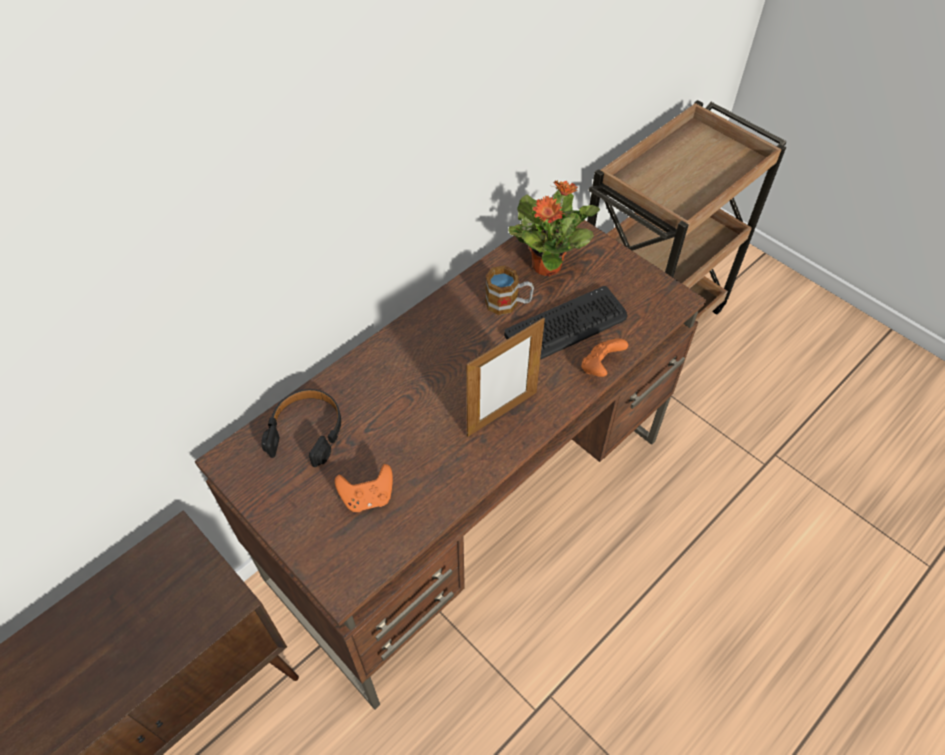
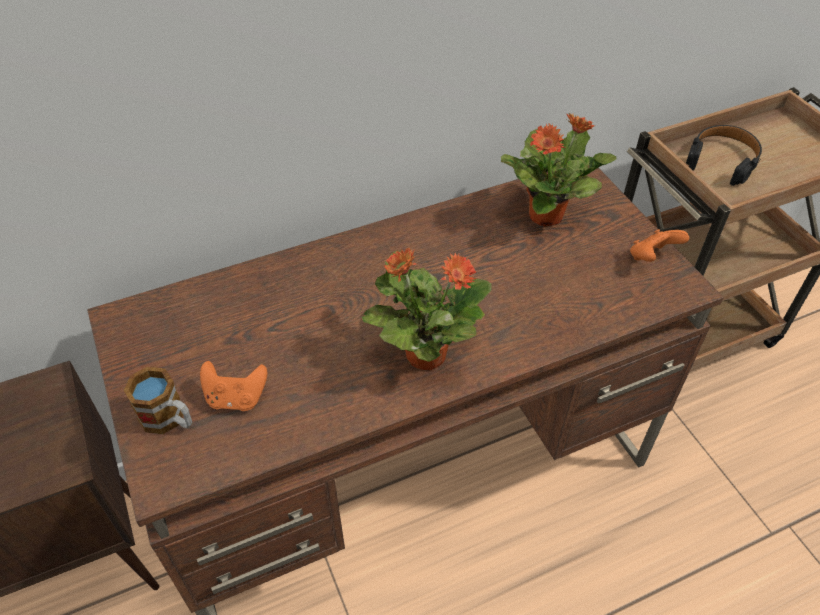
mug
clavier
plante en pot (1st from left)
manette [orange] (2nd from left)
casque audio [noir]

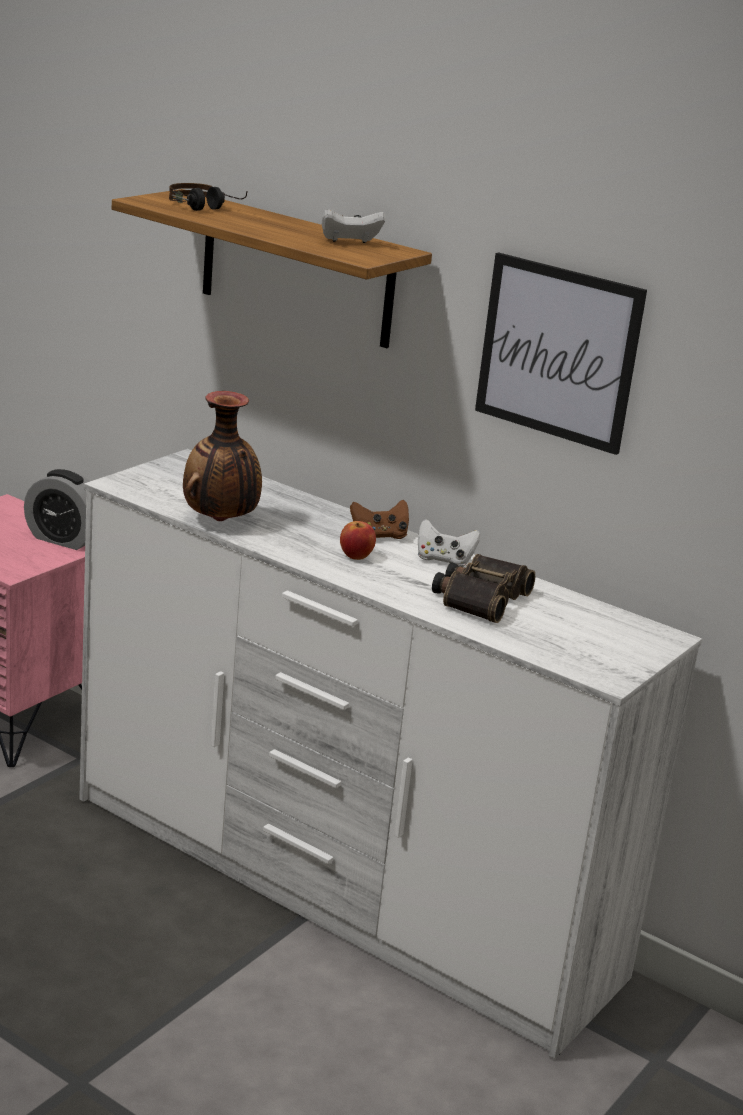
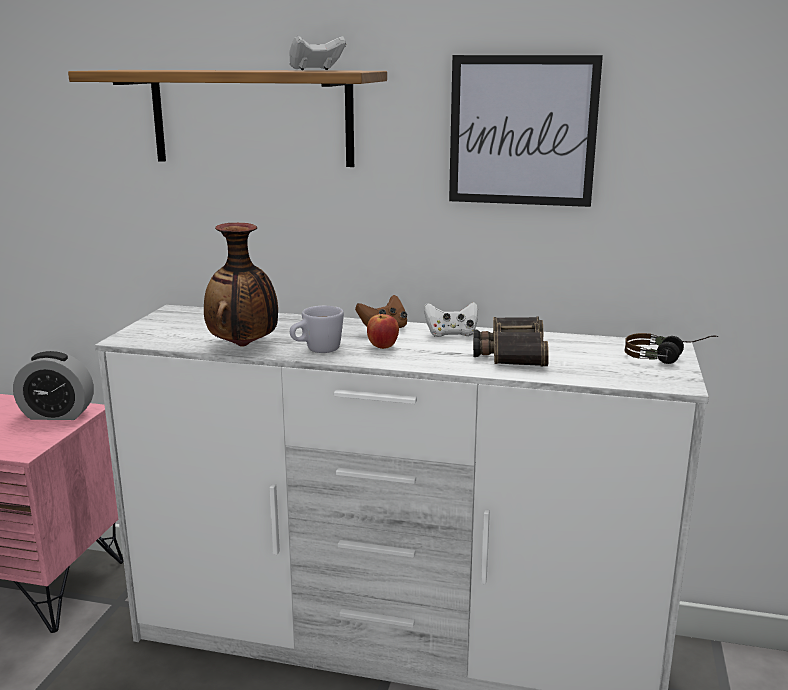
casque audio
mug [blanc]

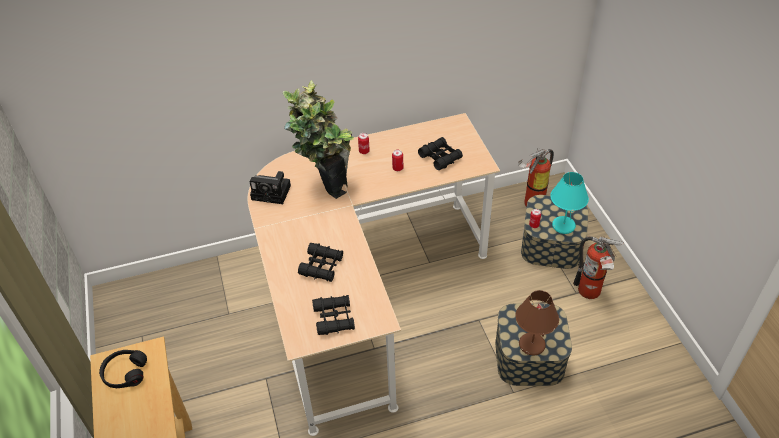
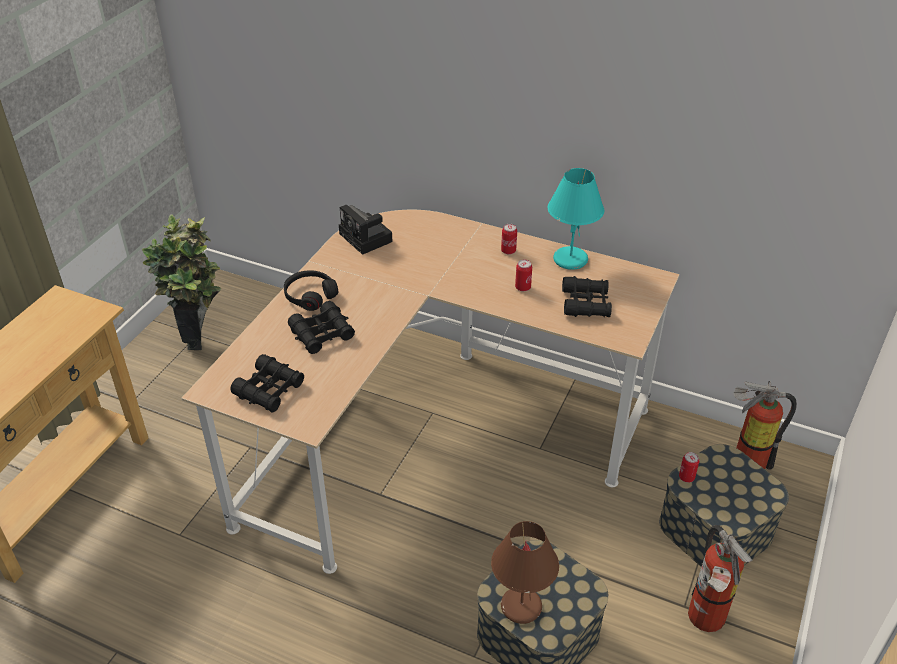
plante en pot
lampe de table [turquoise]
casque audio [noir]

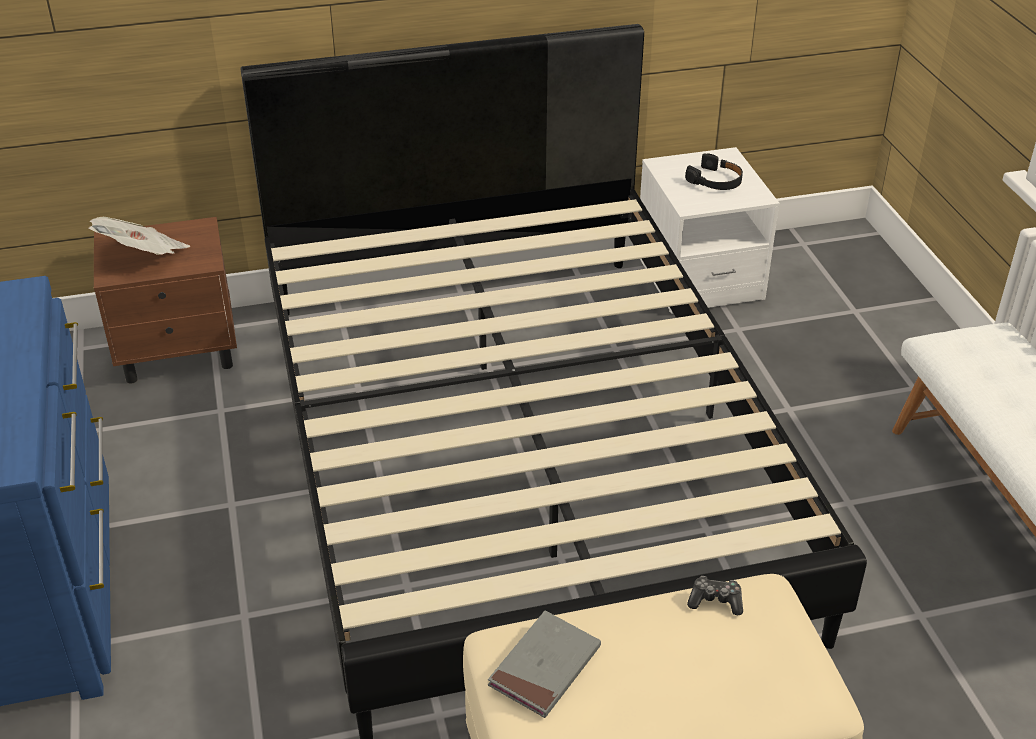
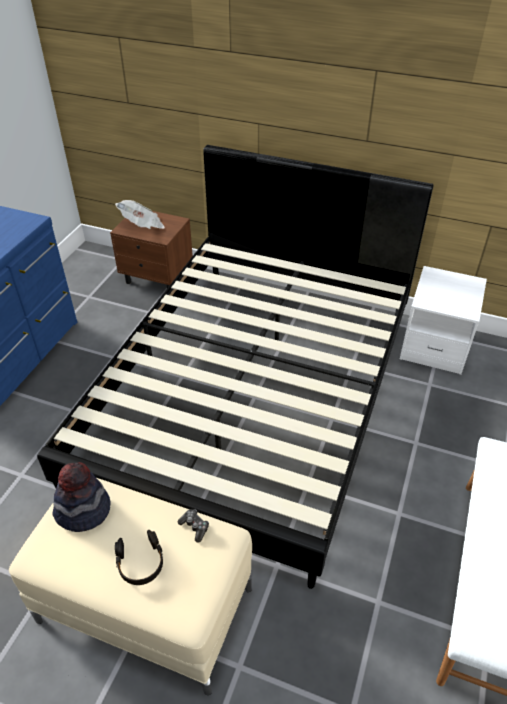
casque audio [noir]
chapeau

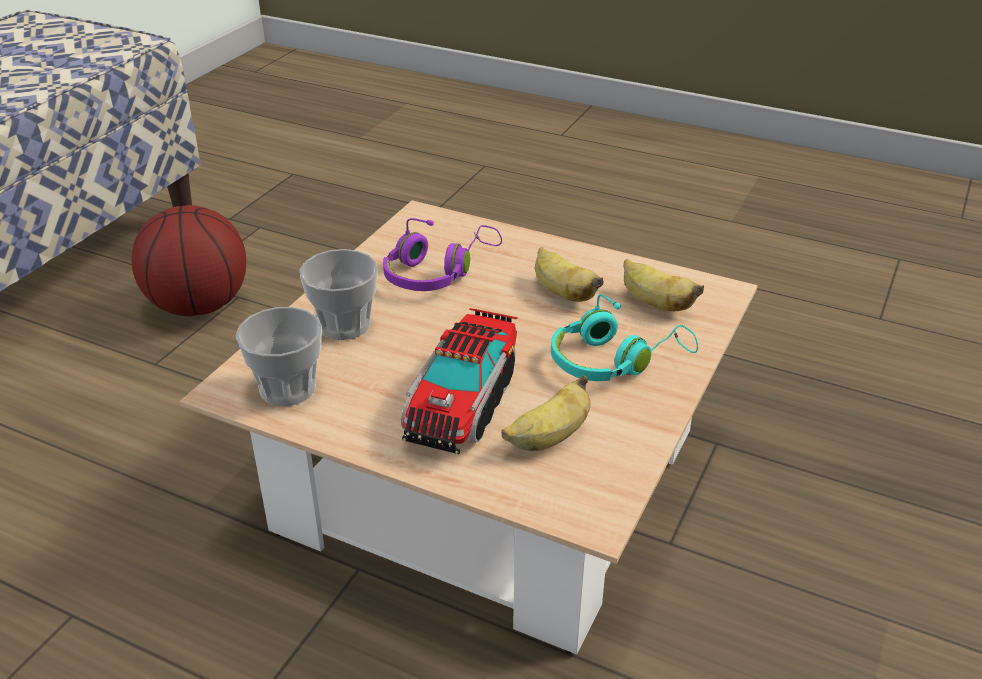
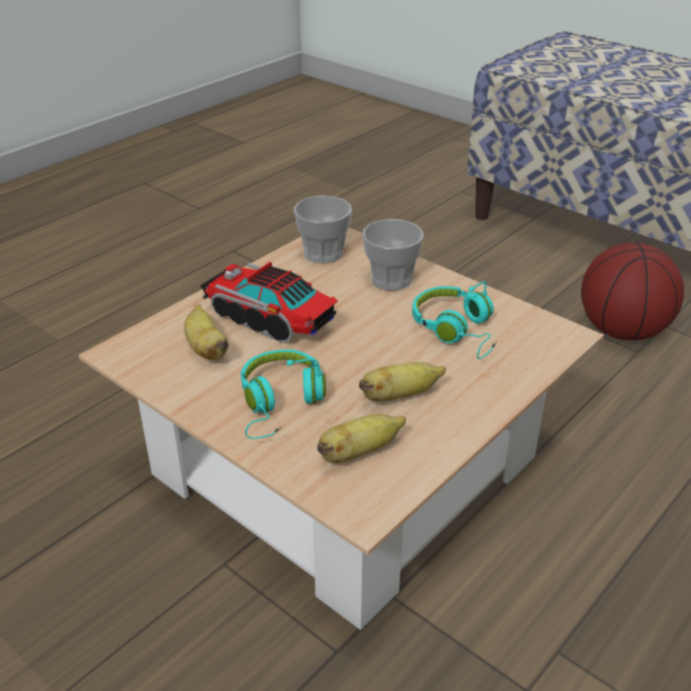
casque audio [turquoise] (2nd from left)

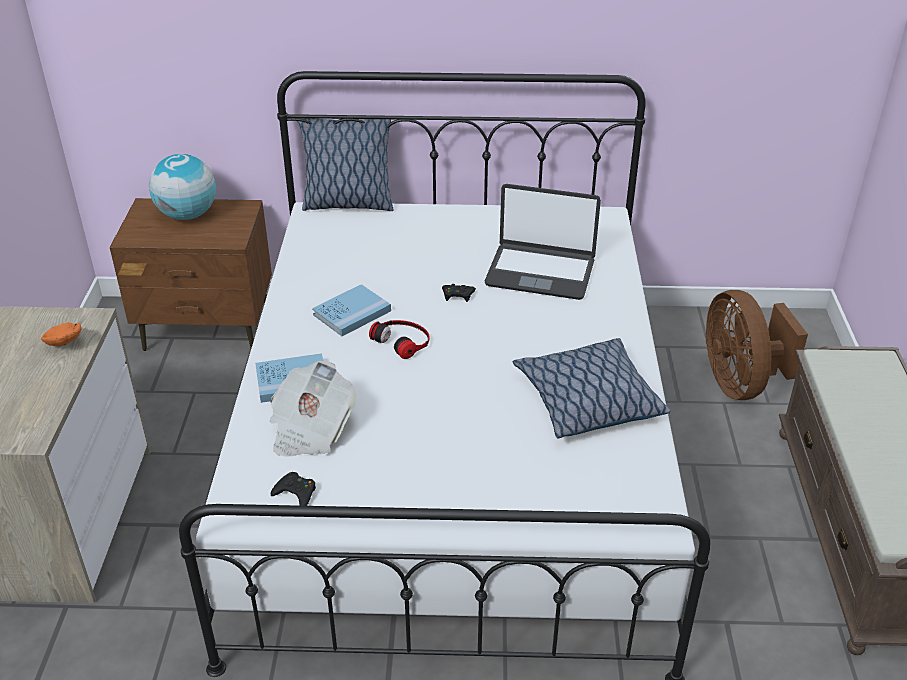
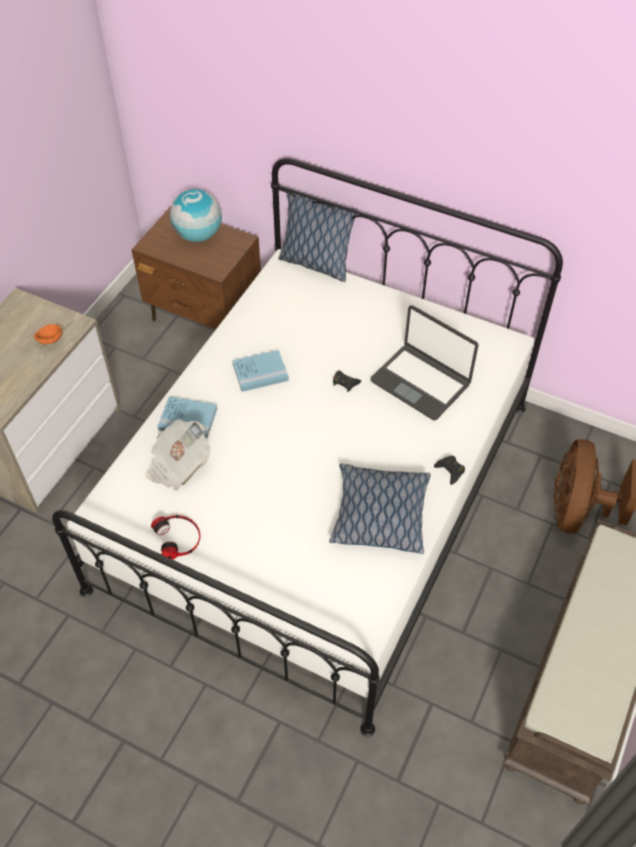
casque audio
manette [noir] (2nd from left)

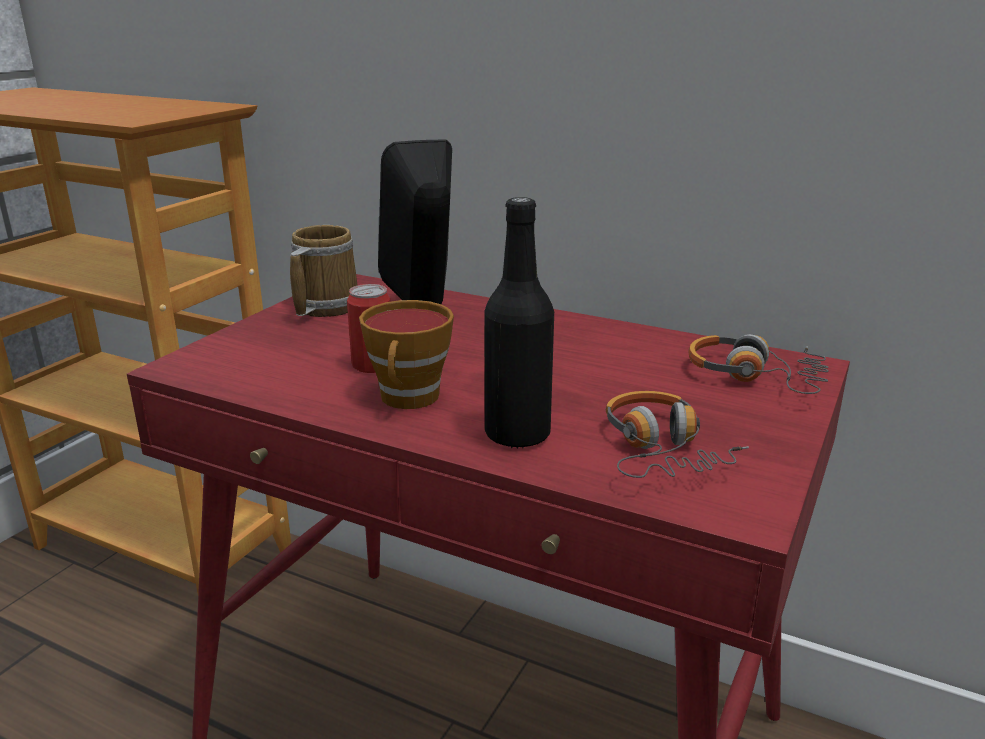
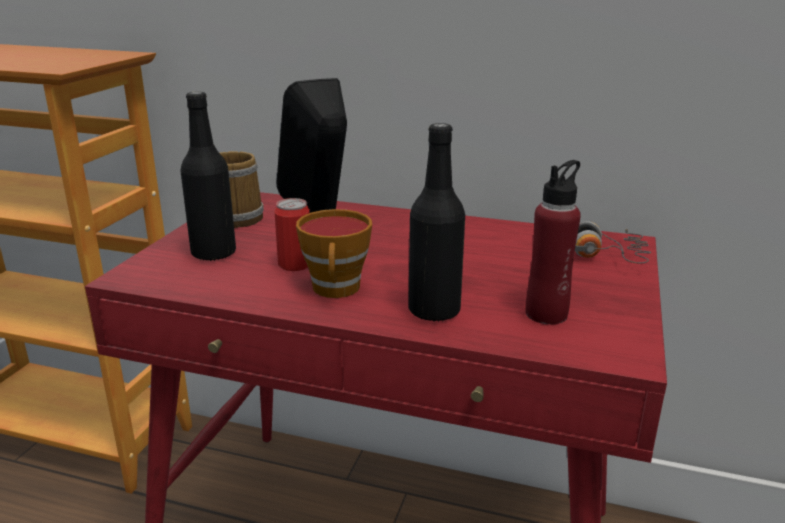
bouteille [rouge]
bouteille [noir] (1st from left)

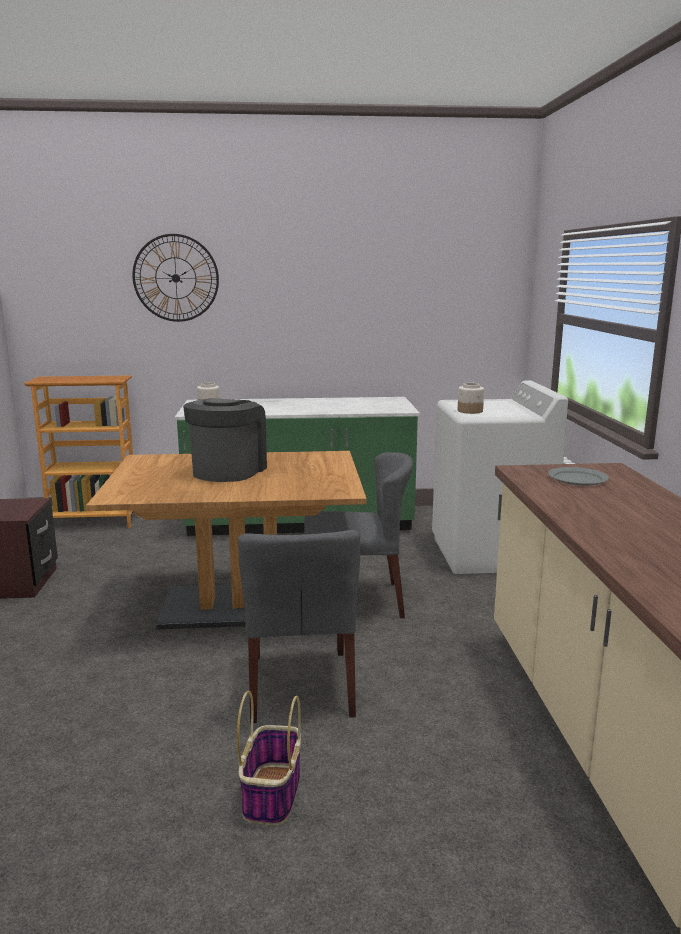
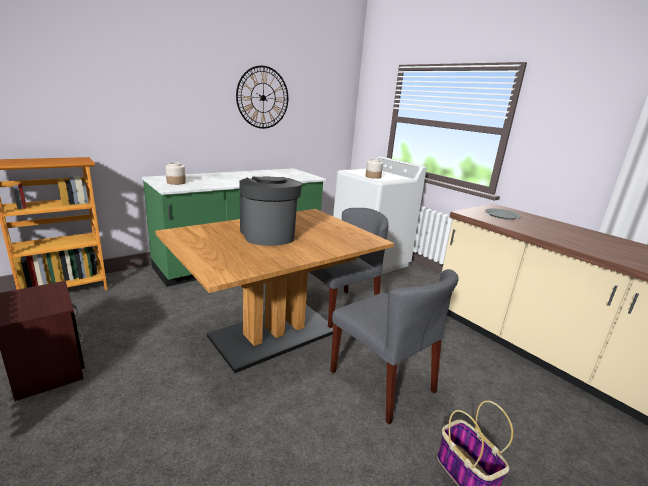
horloge murale

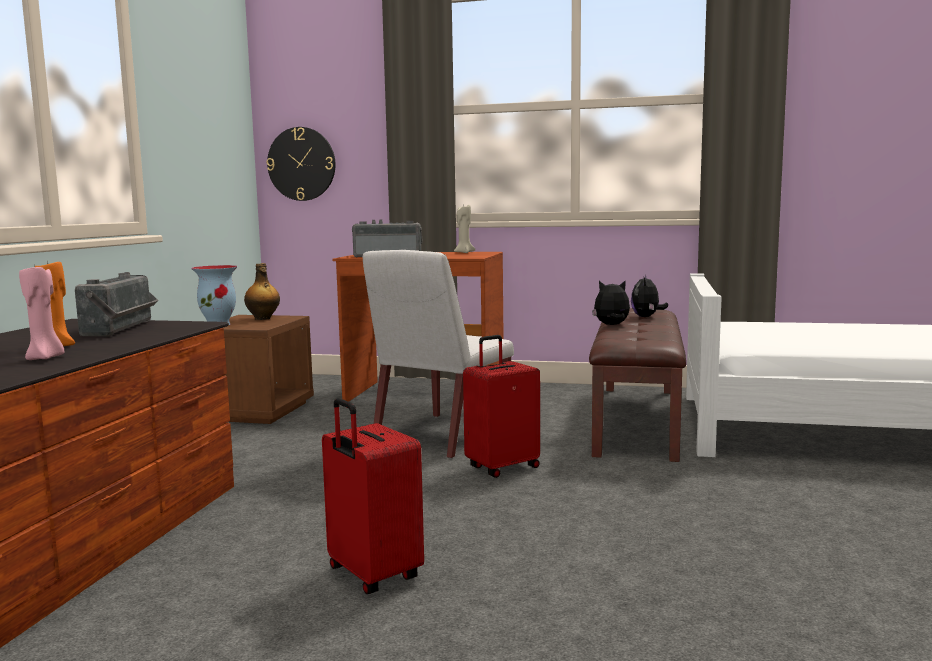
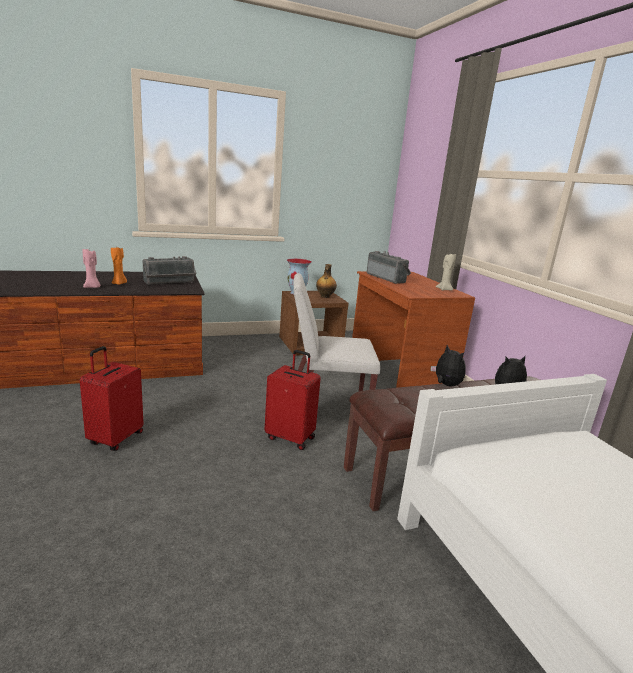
horloge murale

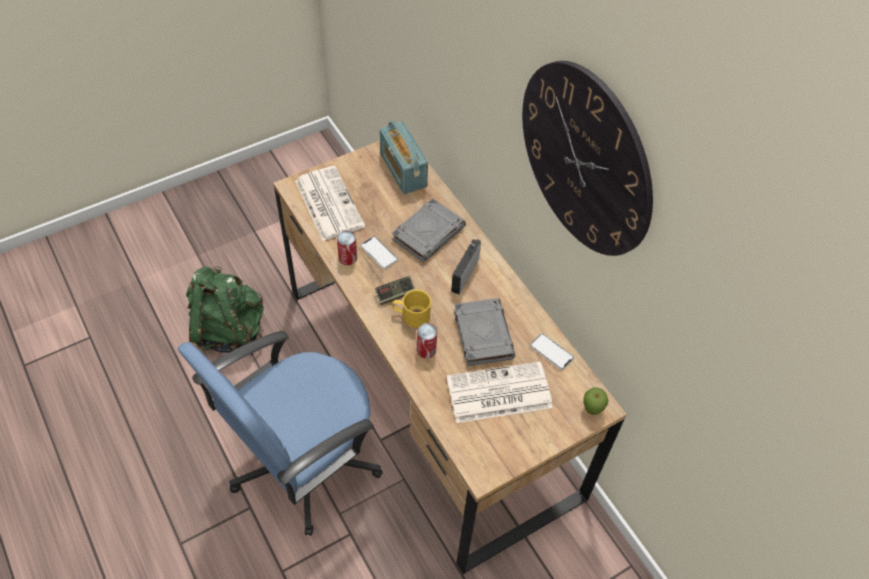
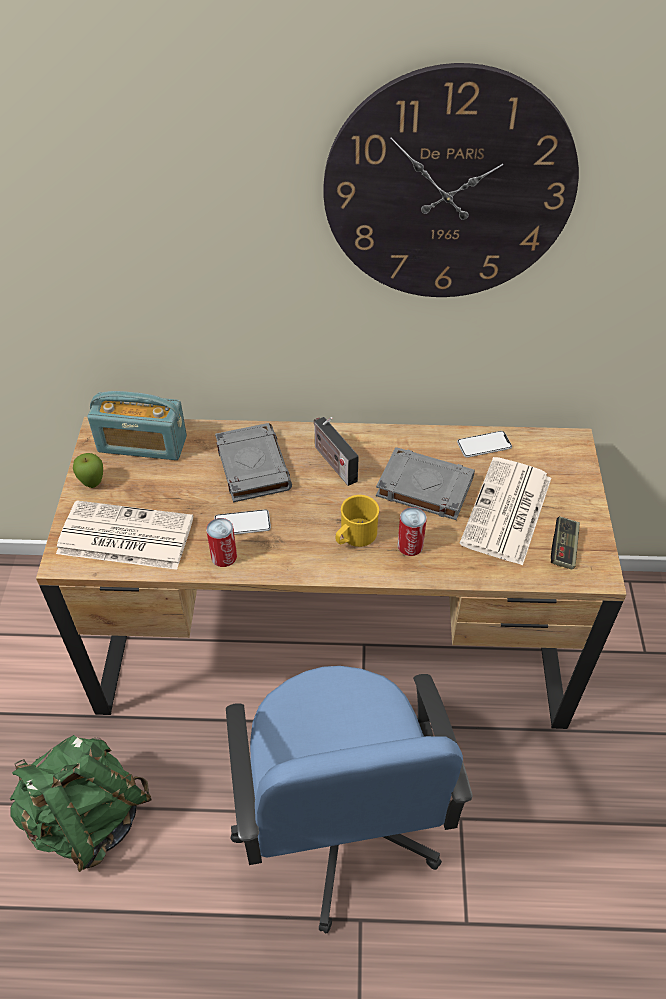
manette
pomme

